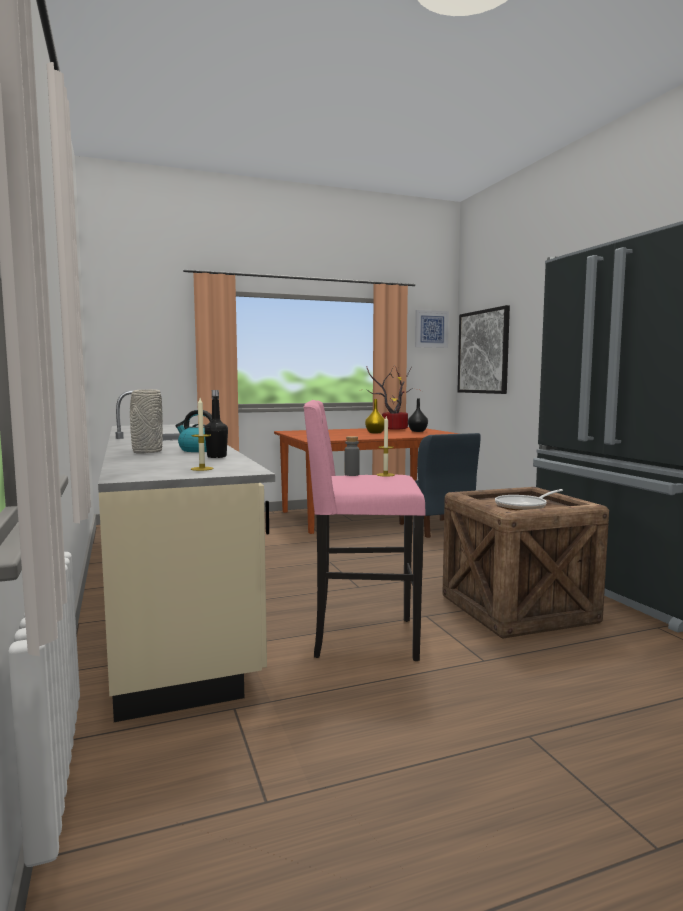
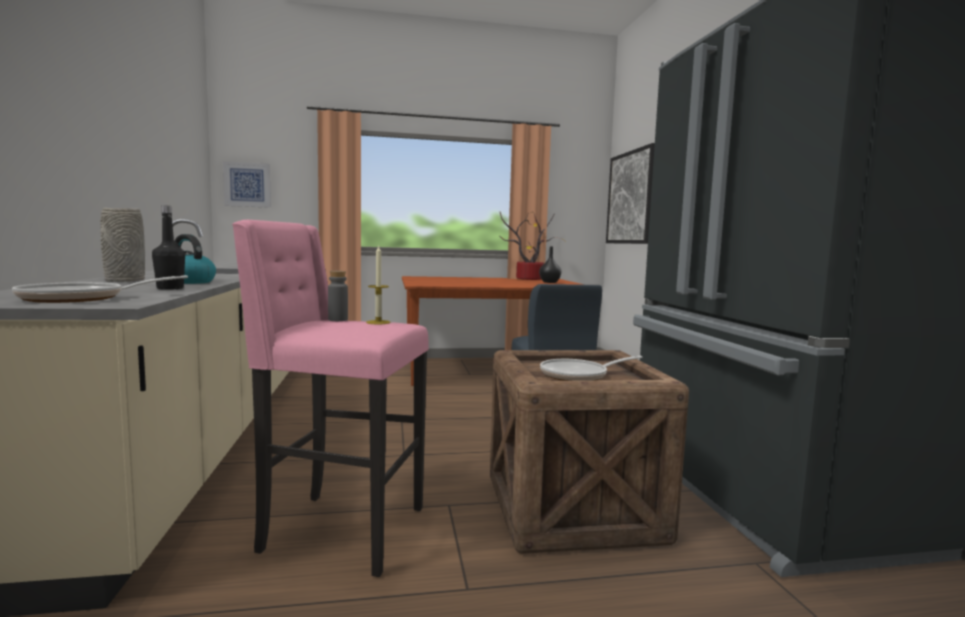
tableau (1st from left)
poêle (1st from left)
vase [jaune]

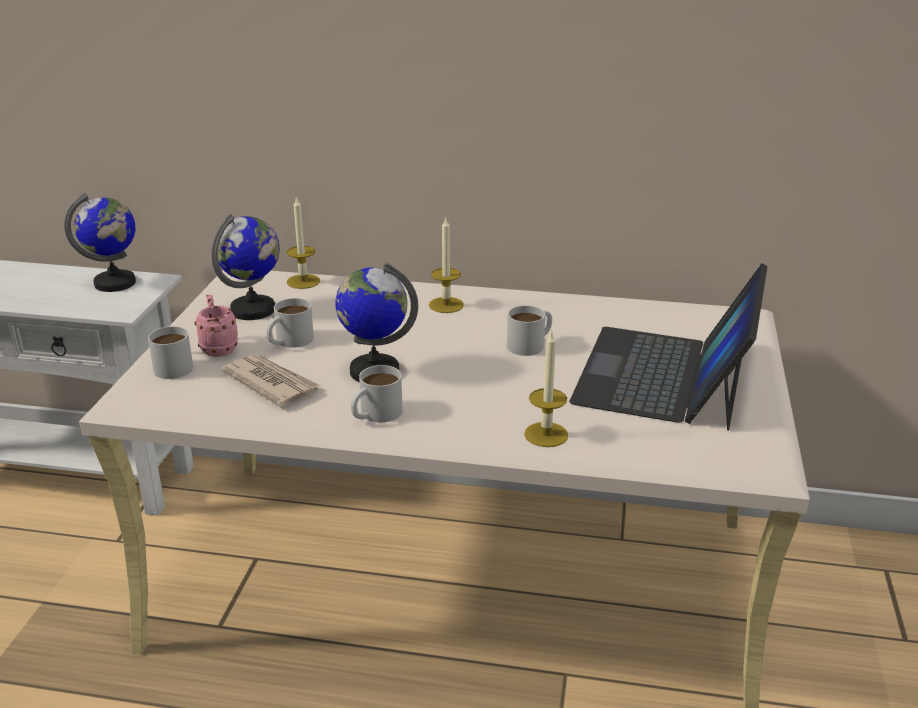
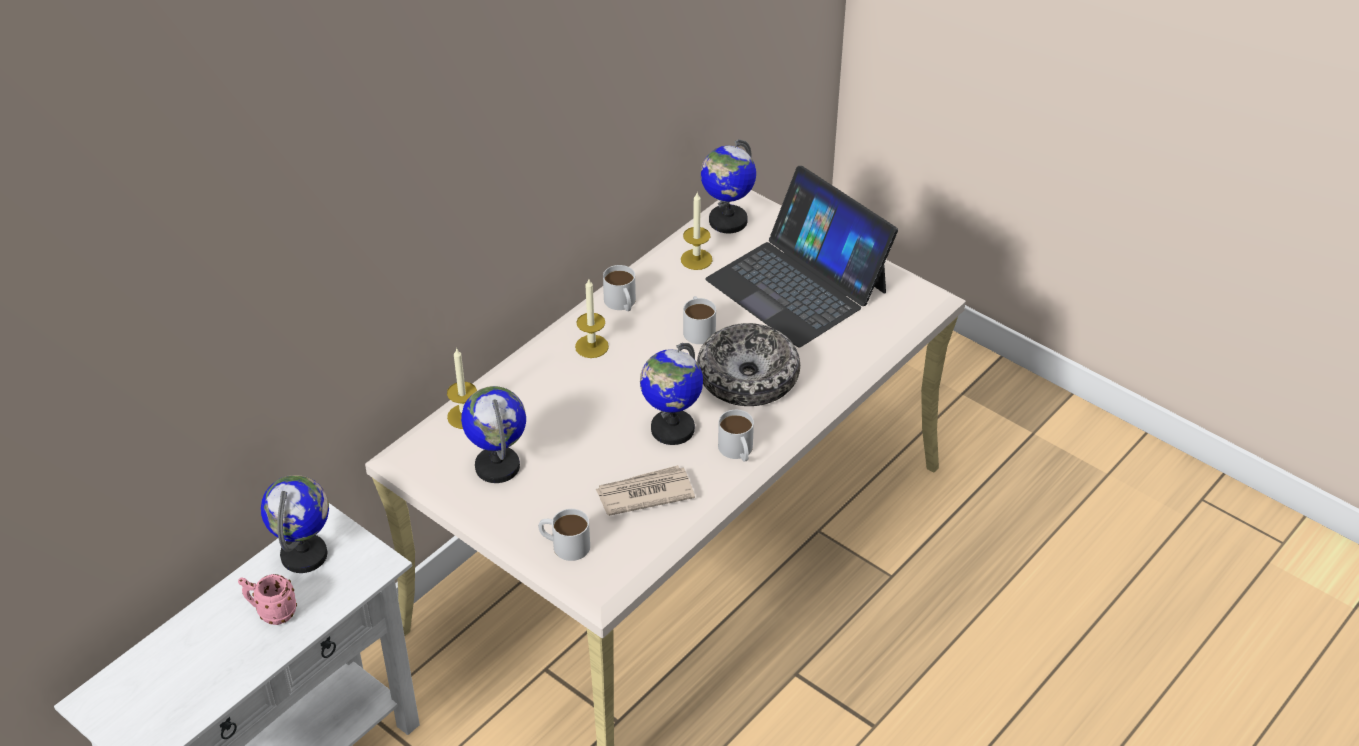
mug [rose]
mug [blanc] (2nd from left)
bougie (3rd from left)
globe (4th from left)
bol

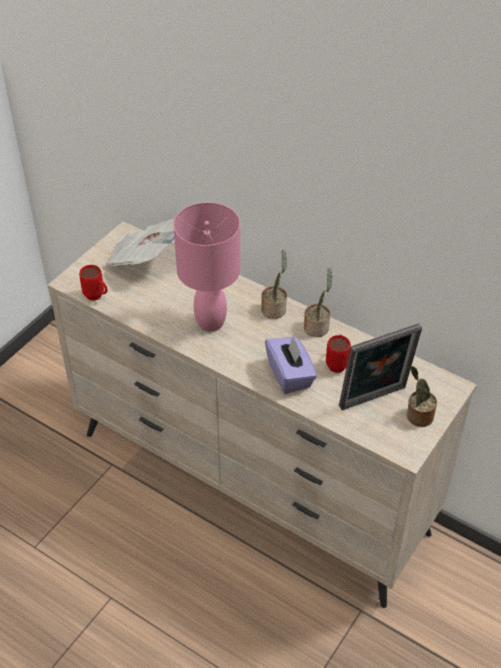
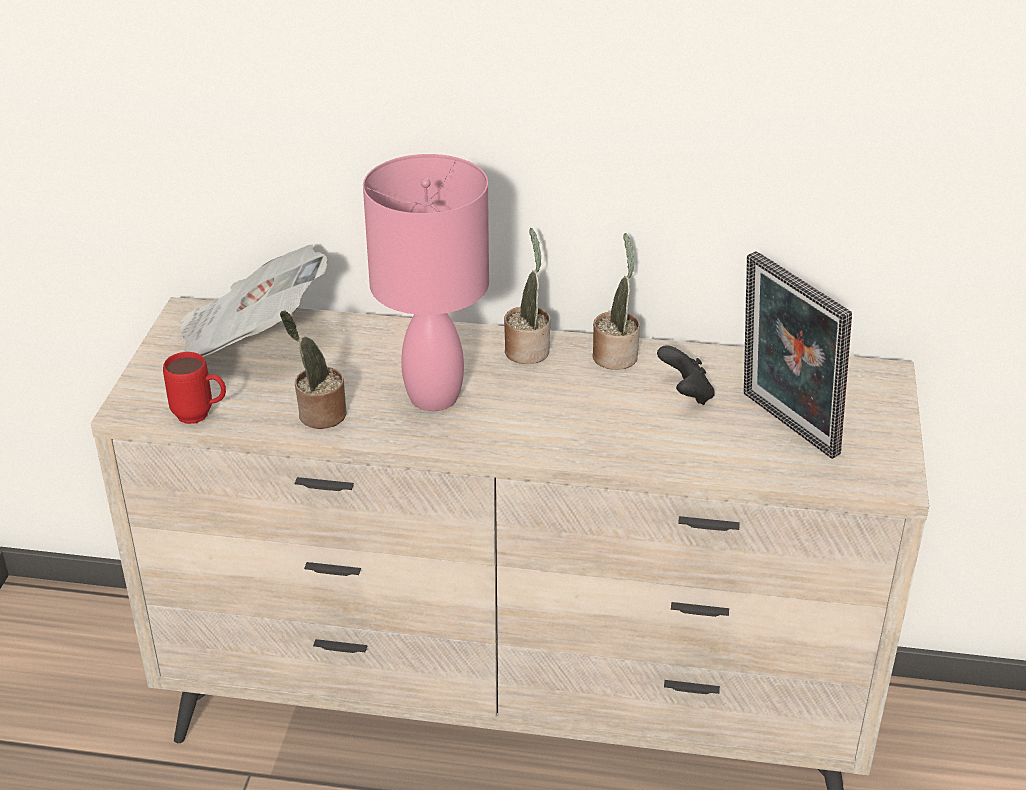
cadre photo
manette [noir]
boîte à mouchoirs [violet]
plante en pot (1st from left)

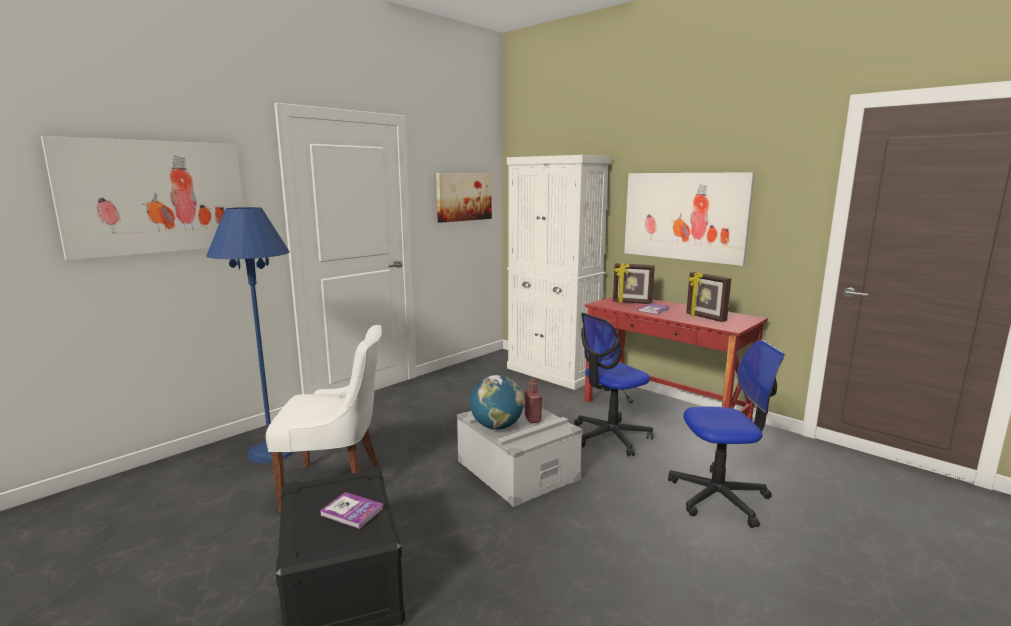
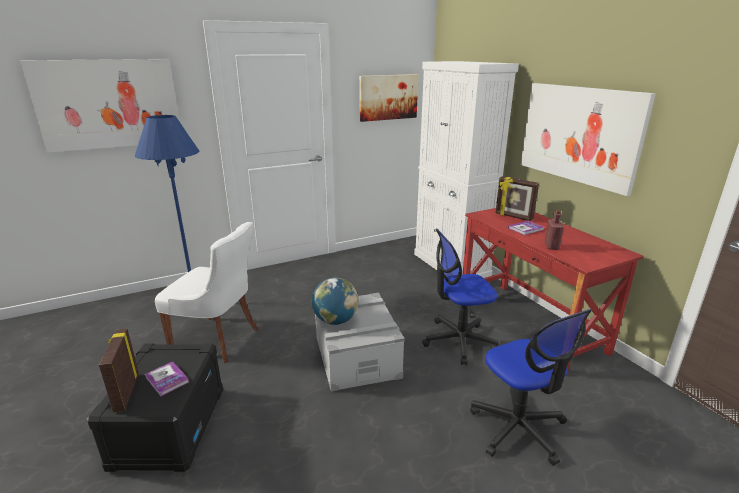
cadre photo (1st from left)
chaise de bureau (2nd from left)
bouteille [rouge]

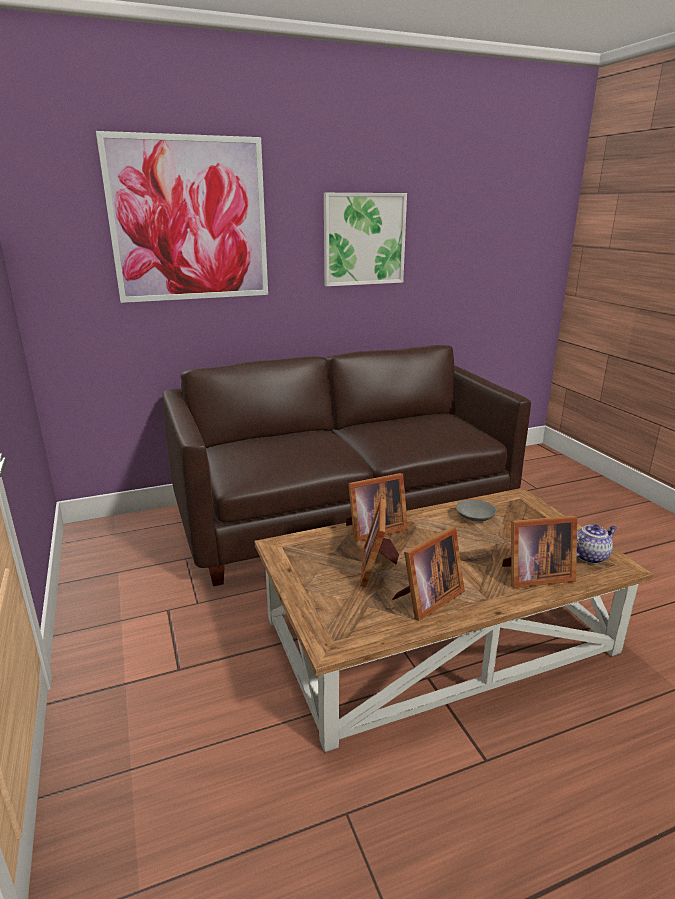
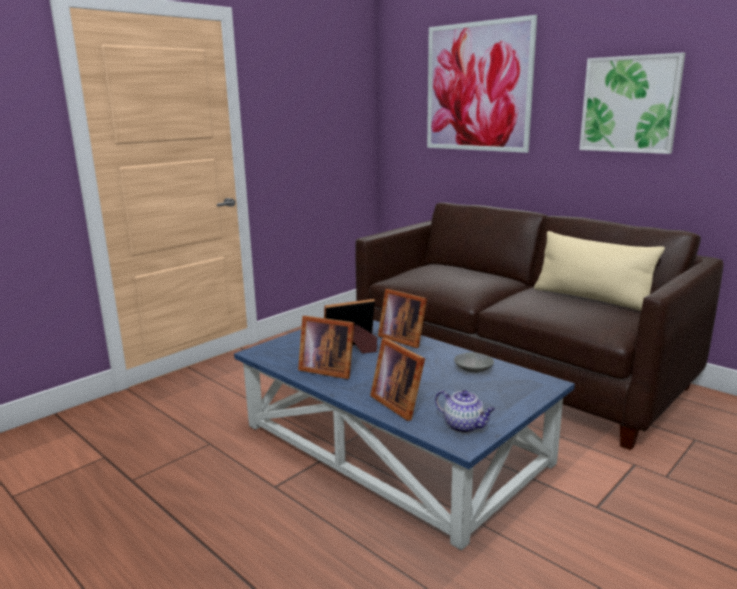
table basse [bleu]
coussin [beige]

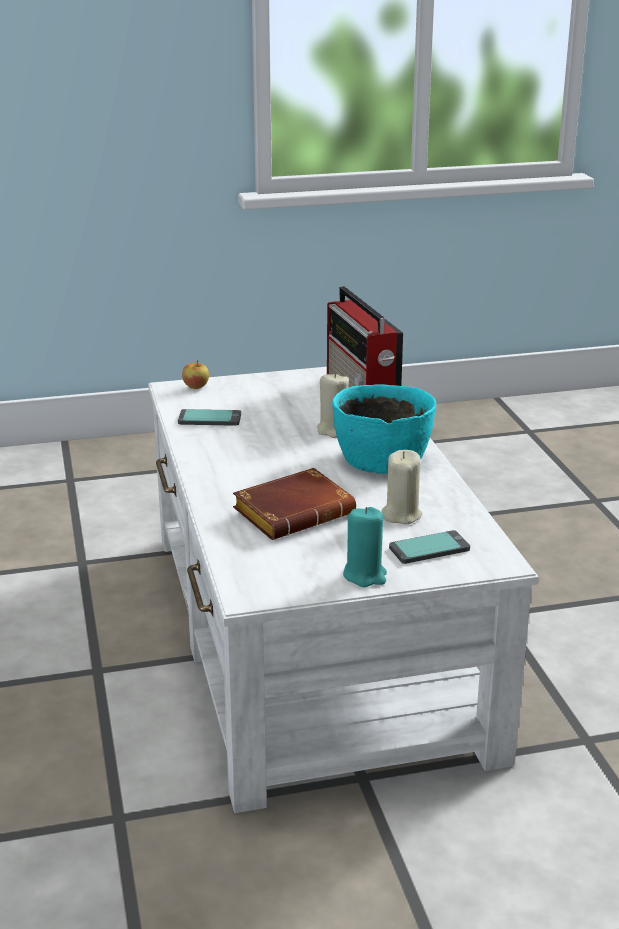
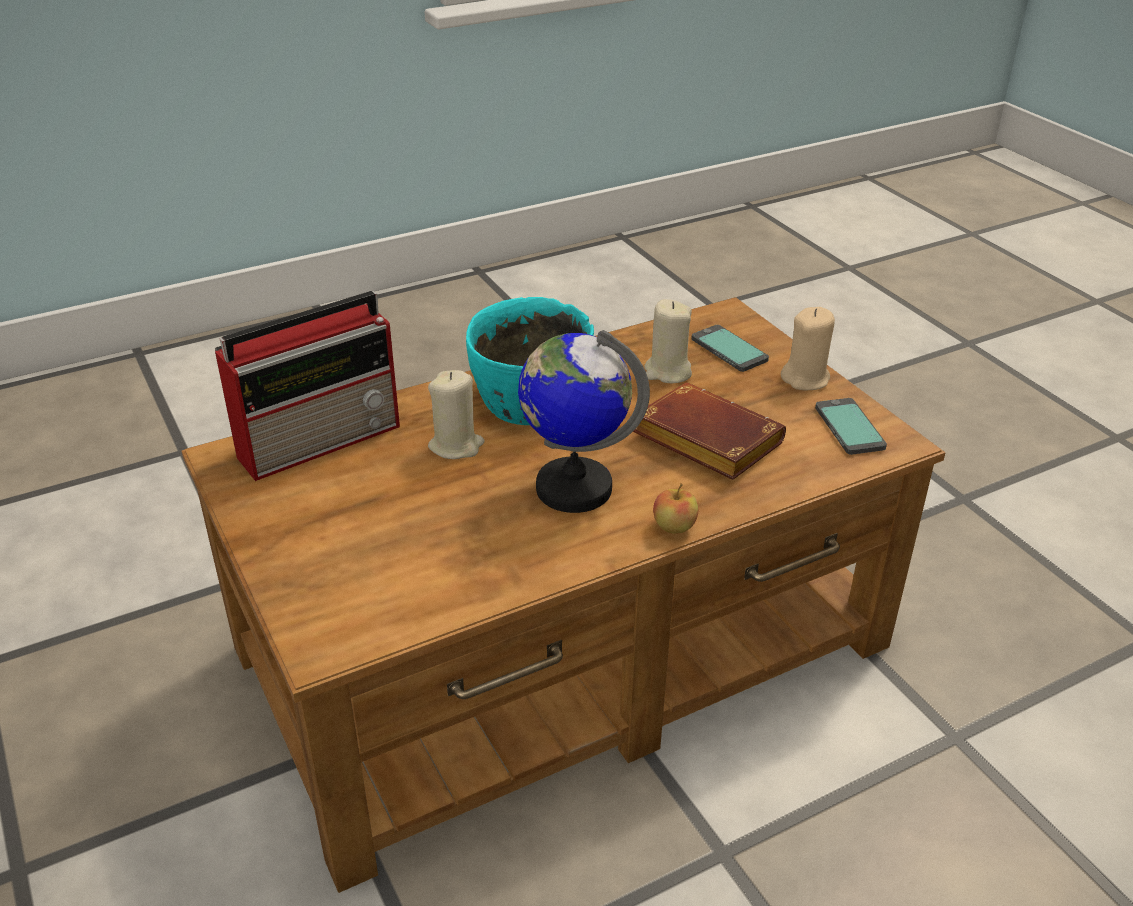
pomme
table basse [marron]
téléphone (2nd from left)
bougie [beige] (3rd from left)
globe

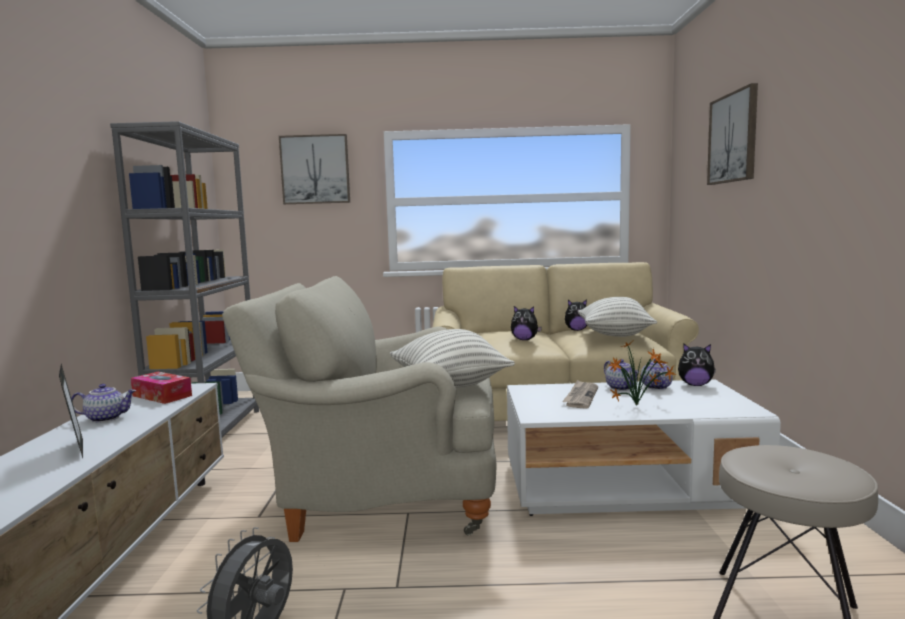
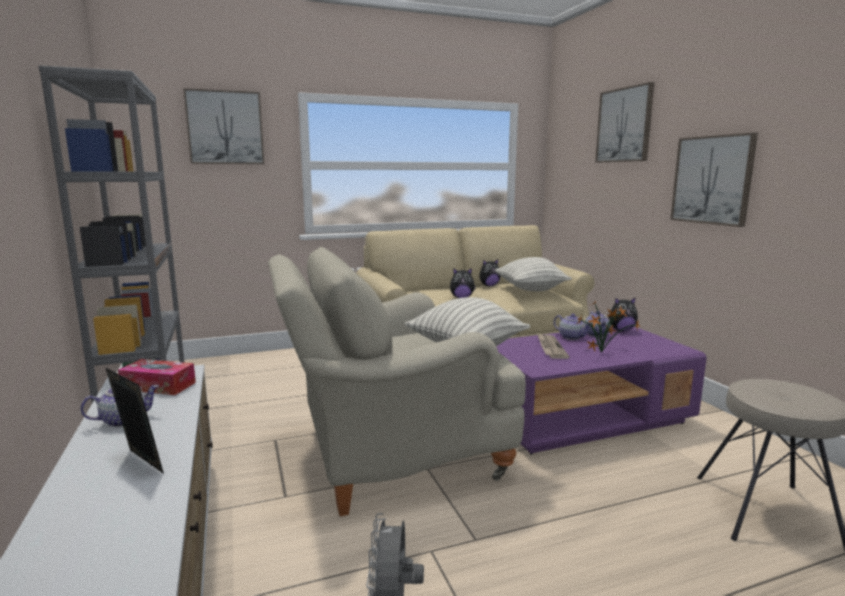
table basse [violet]
tableau (3rd from left)

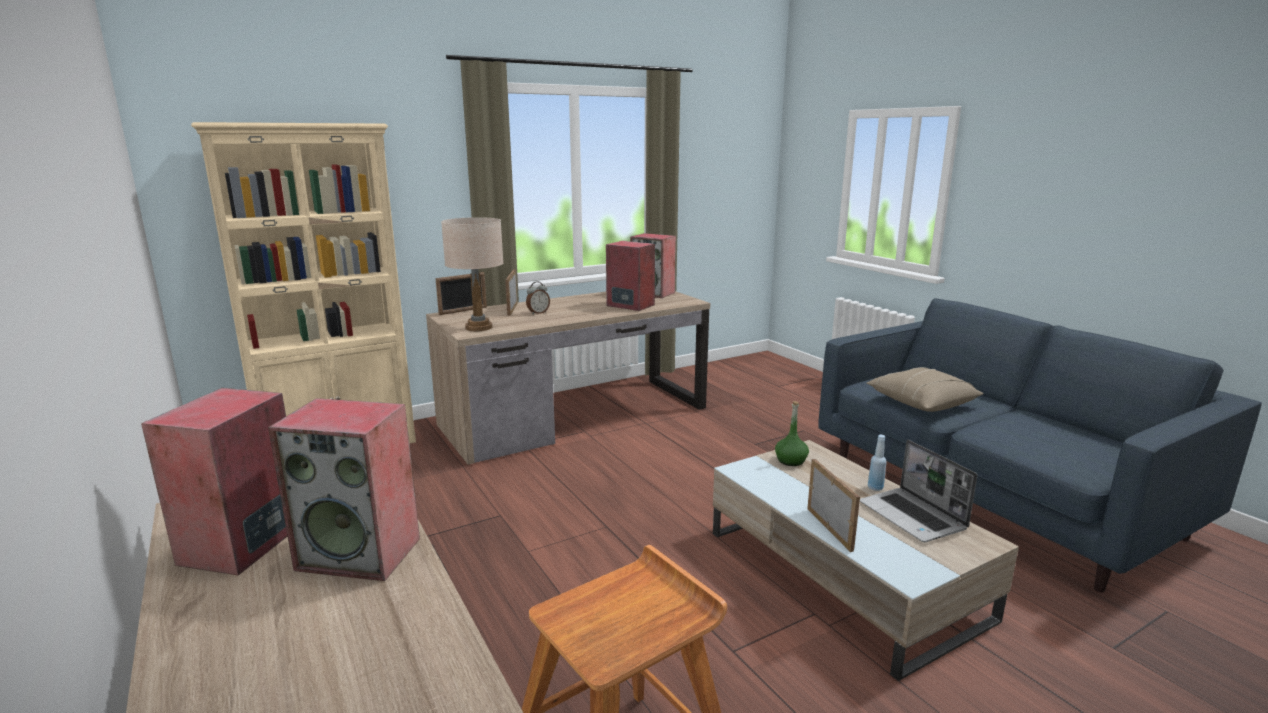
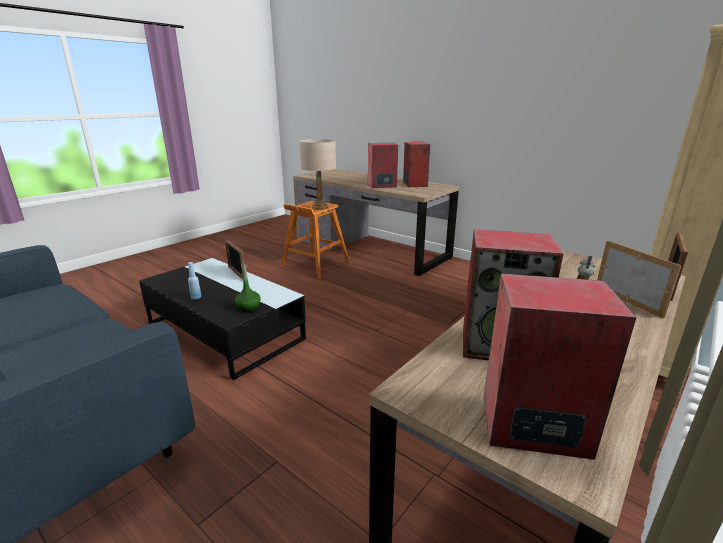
lampe de table [beige]
coussin [beige]
table basse [noir]
ordinateur portable

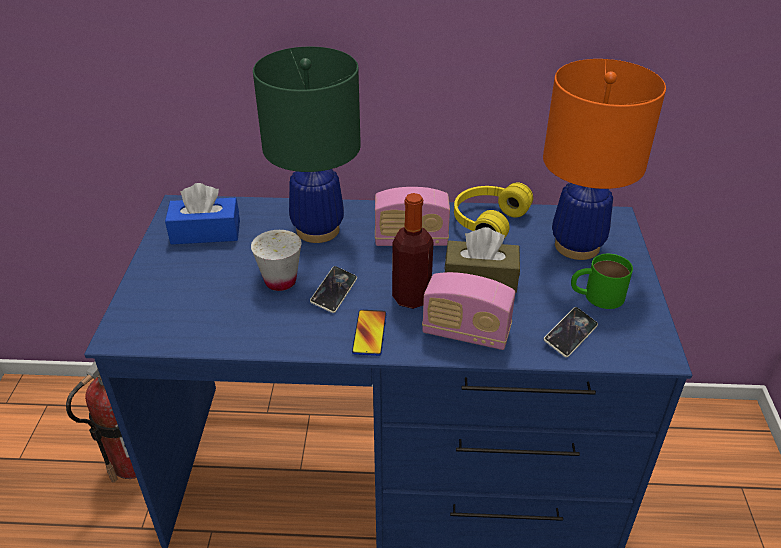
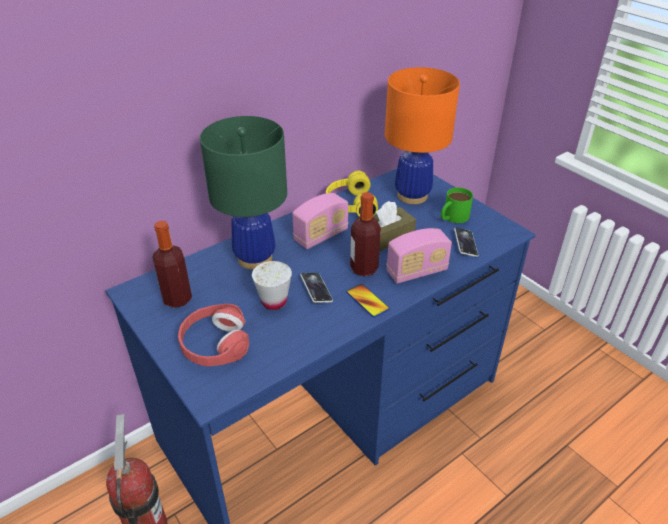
bouteille (1st from left)
casque audio [rouge]

